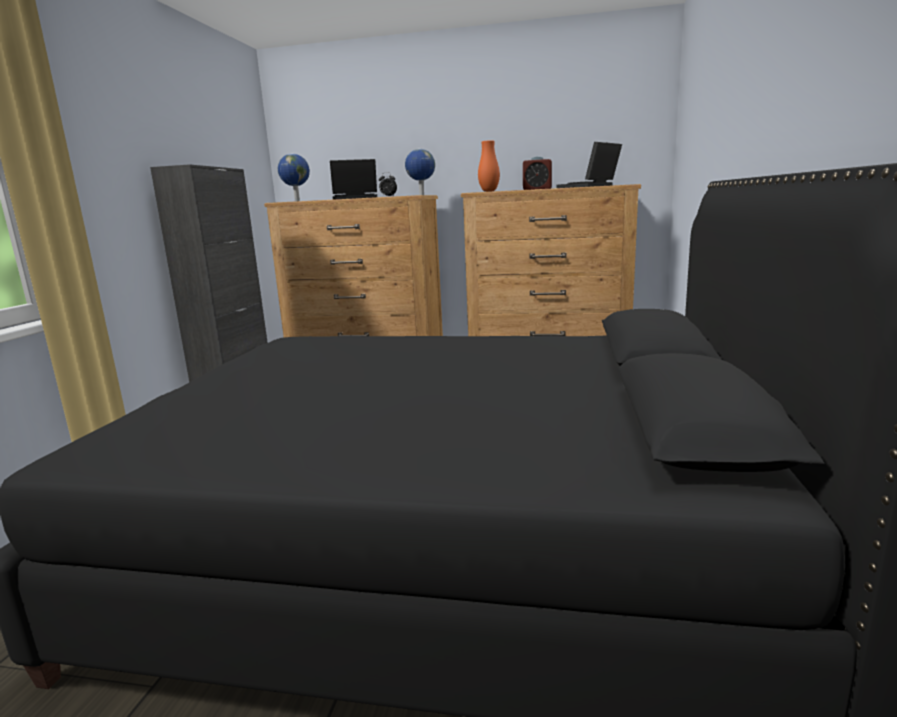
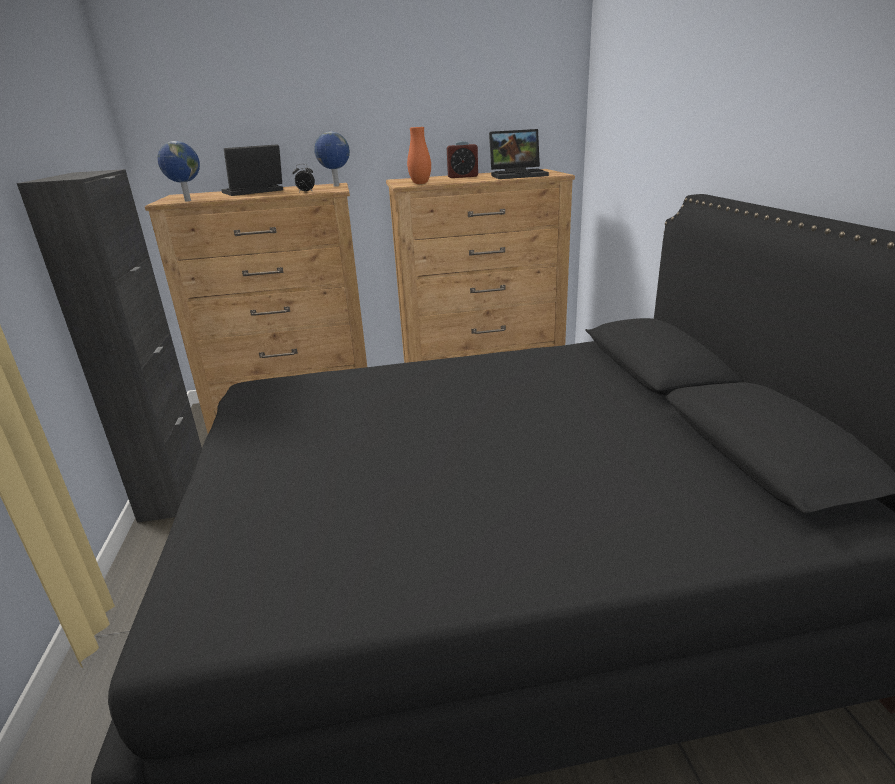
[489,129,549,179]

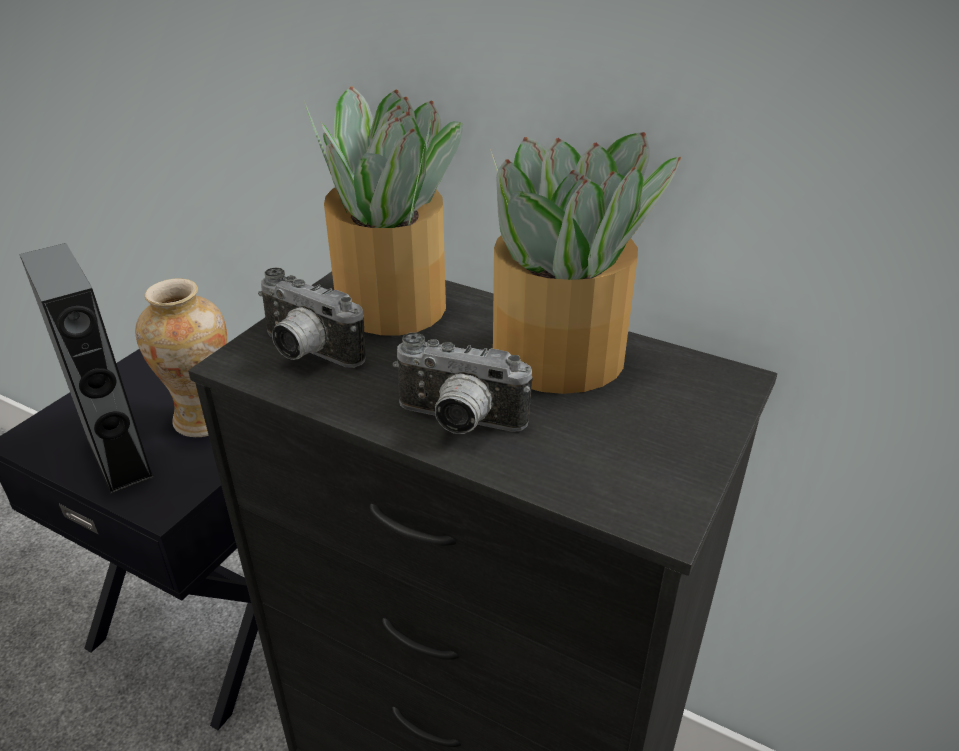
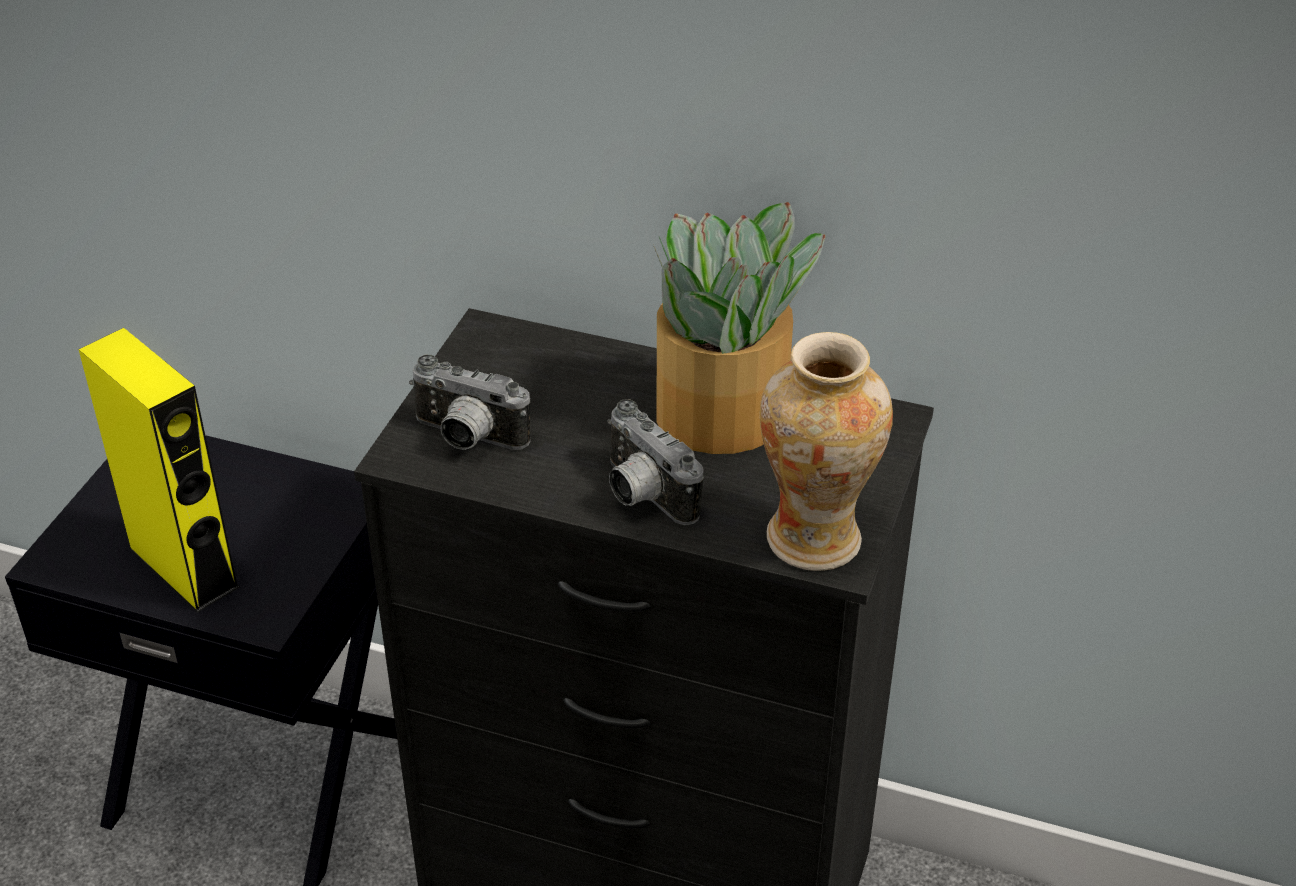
[79,328,240,613]
[760,332,893,571]
[304,86,463,335] (first image)
[607,399,704,525]

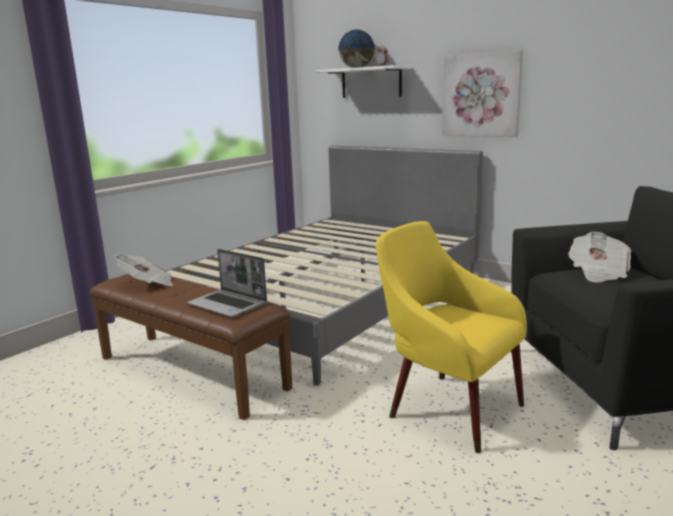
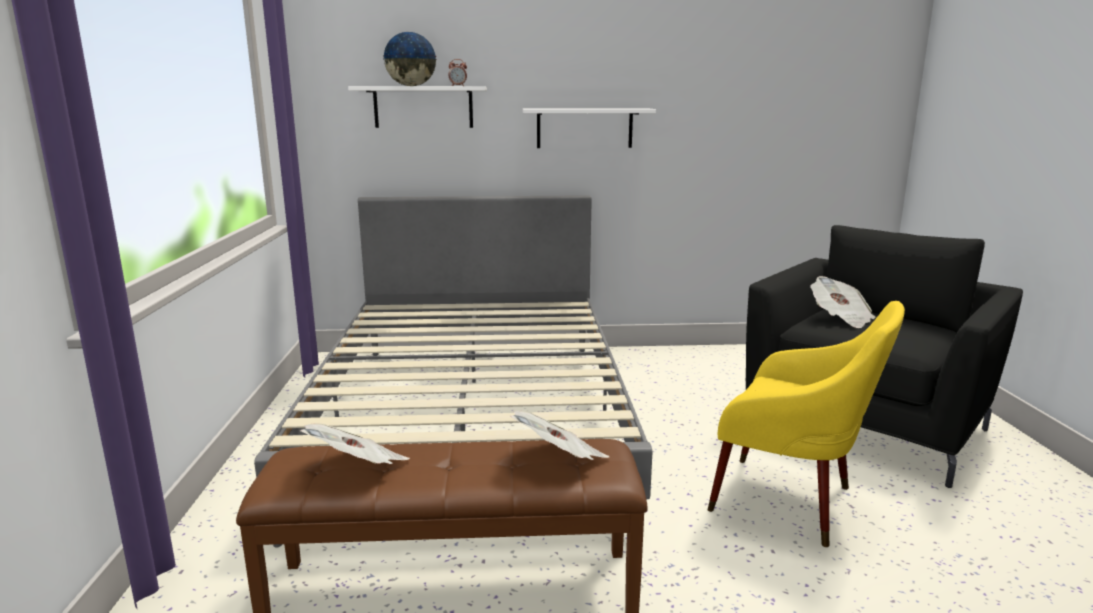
[510,411,609,460]
[708,301,905,547]
[522,108,656,148]

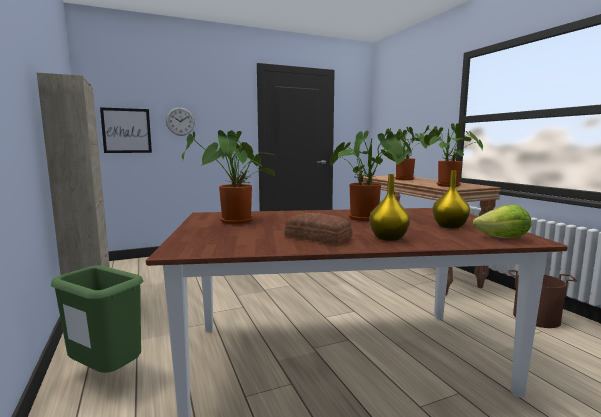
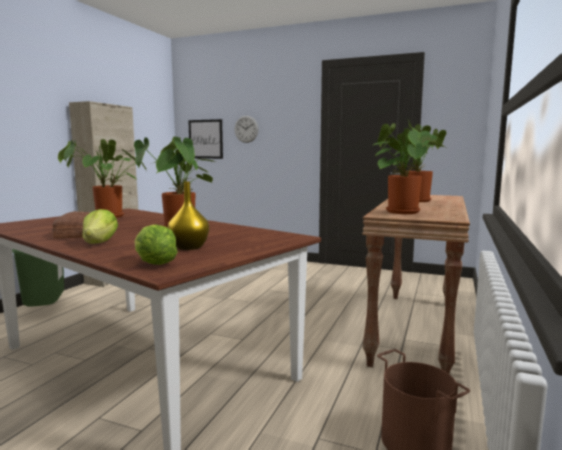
[83,209,118,244]

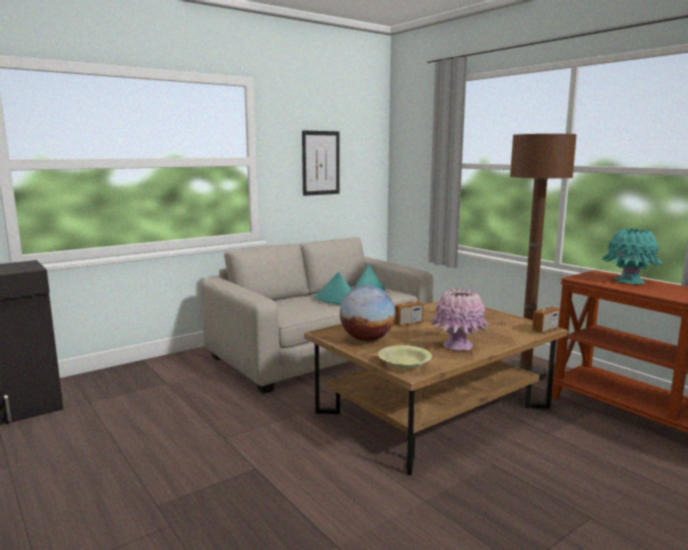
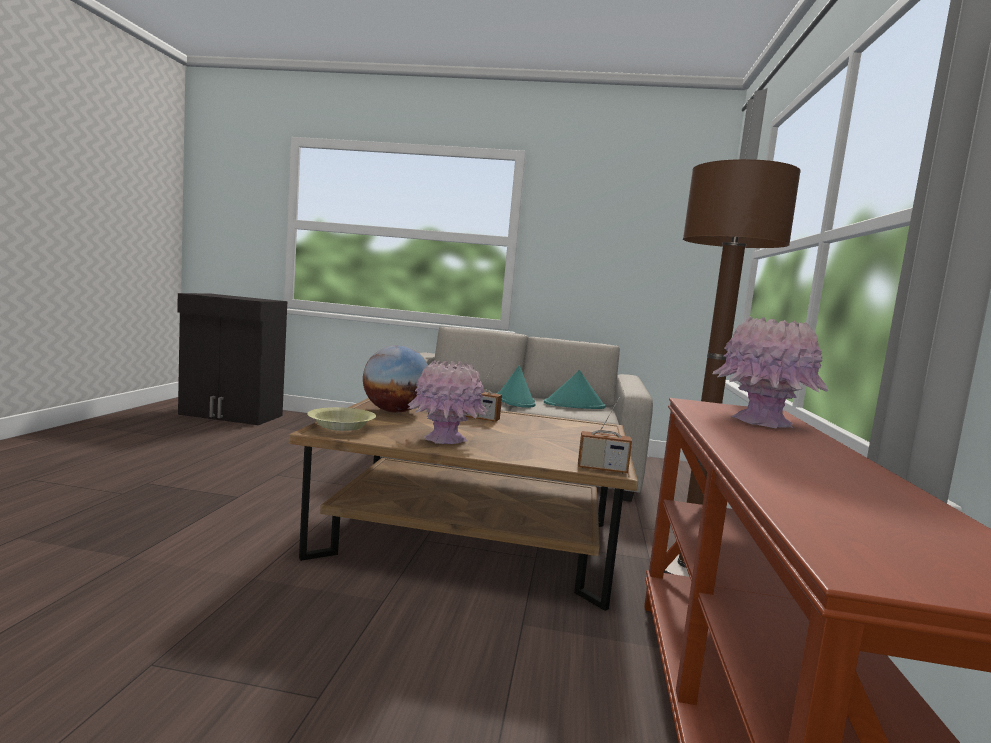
[302,130,340,196] (first image)
[713,317,828,428]

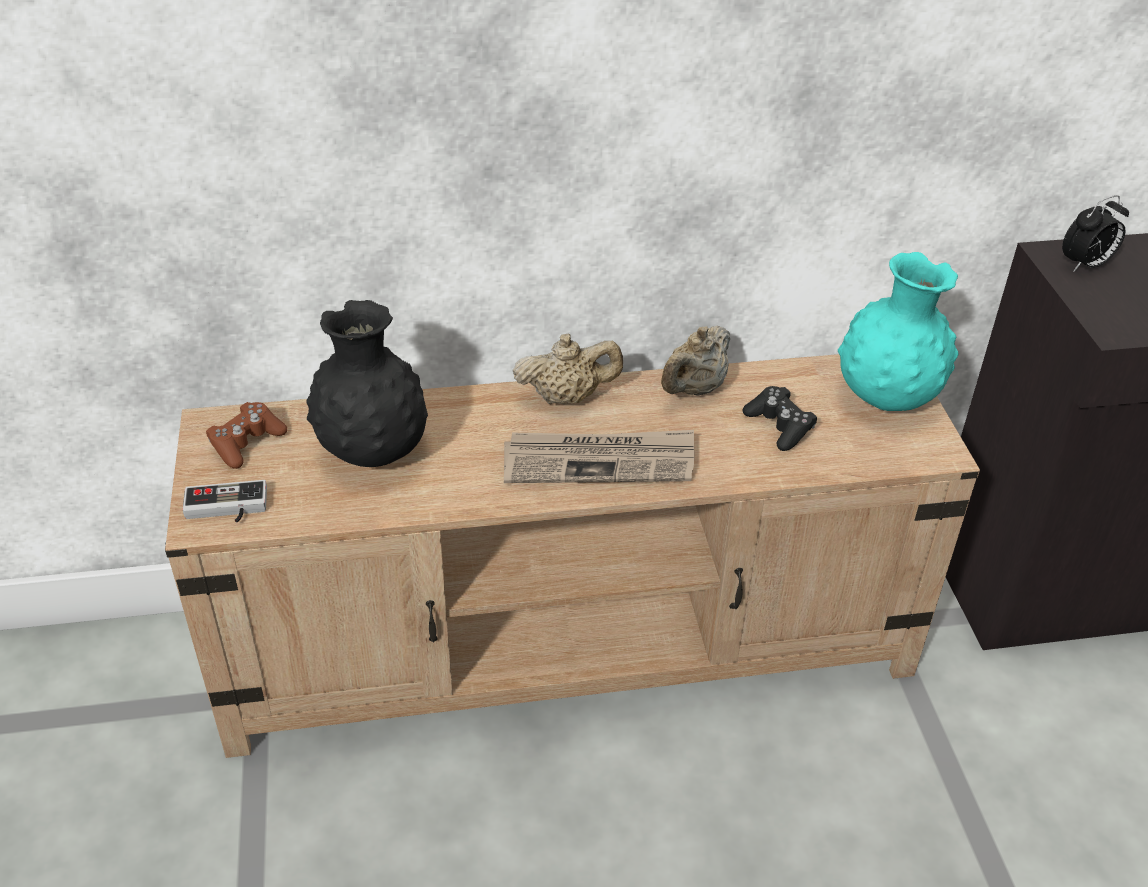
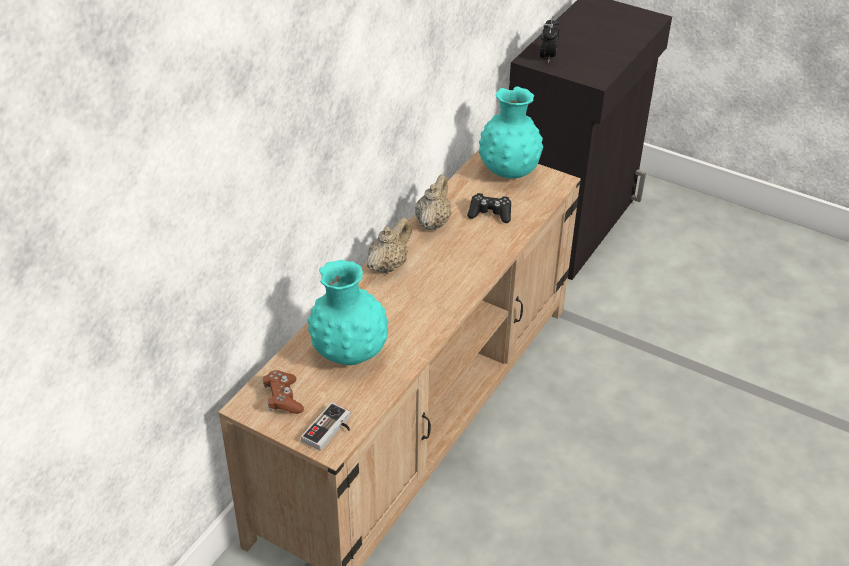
[307,260,389,365]
[504,430,695,483] (first image)
[415,175,452,230]

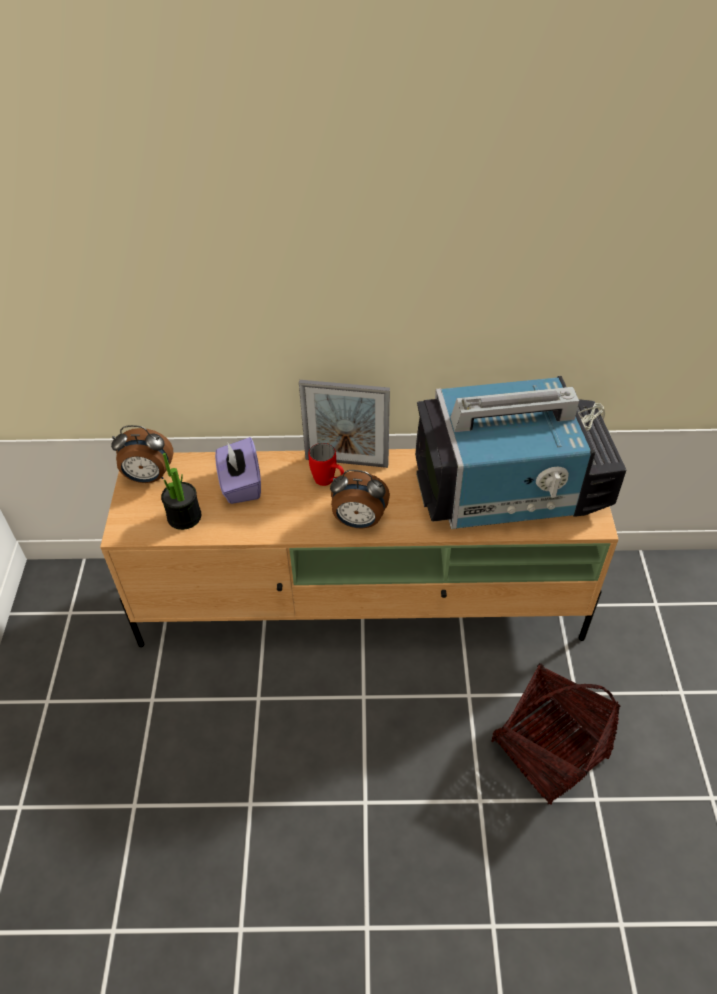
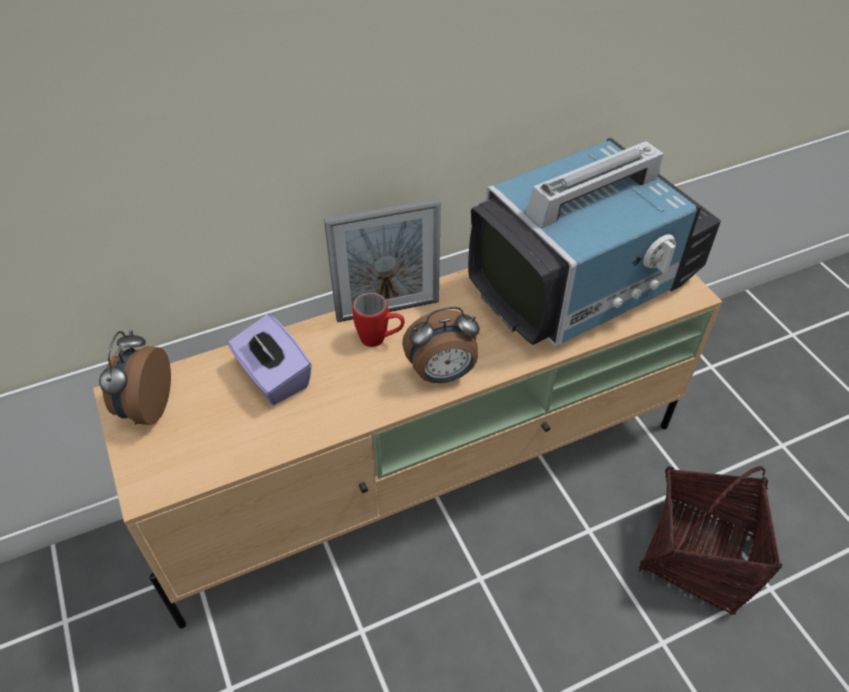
[99,330,171,425]
[161,453,201,530] (first image)

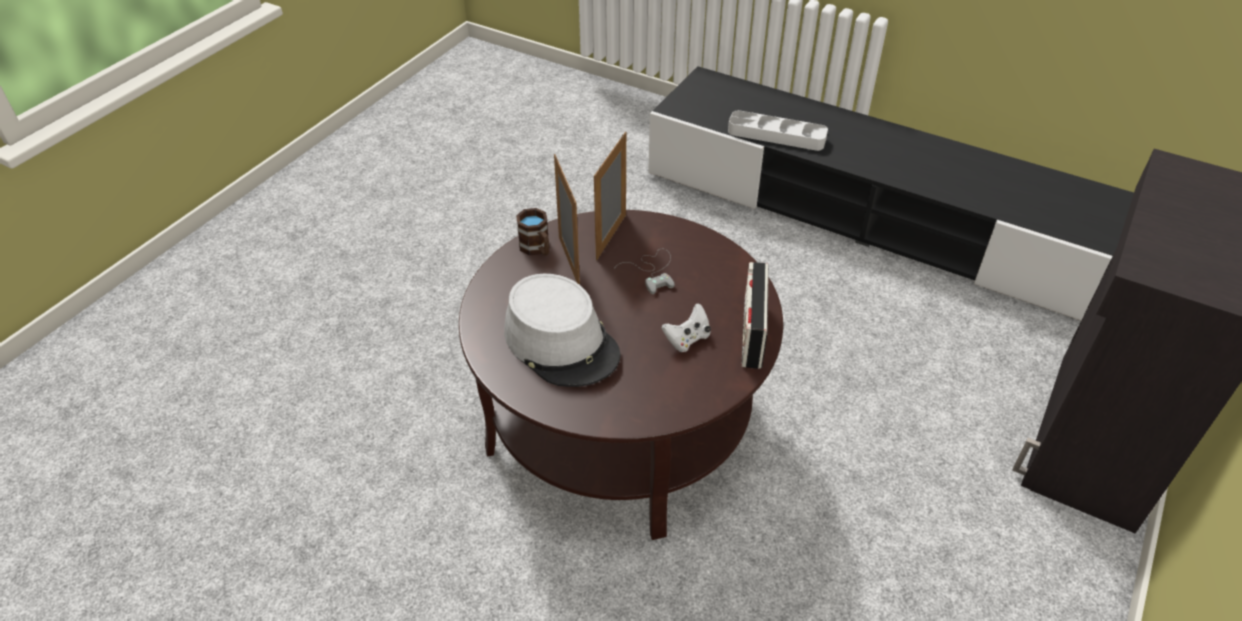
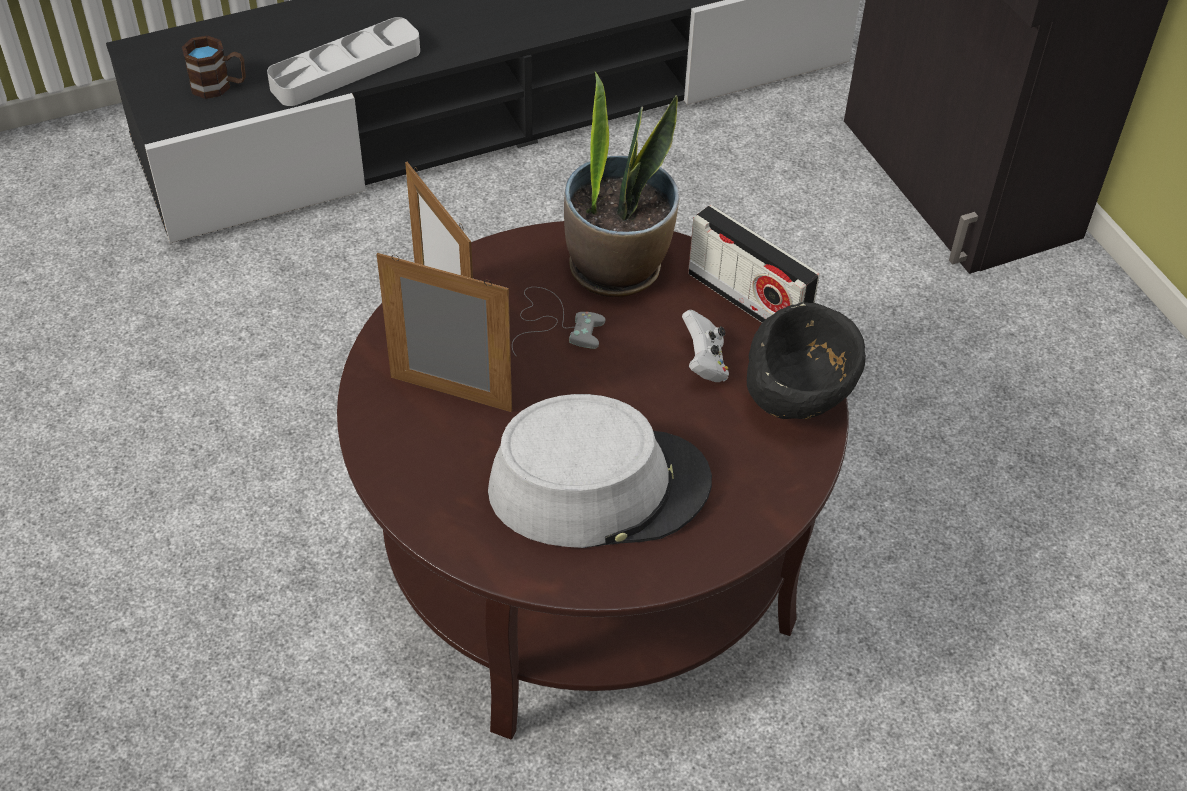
[182,35,246,99]
[564,72,679,297]
[747,302,866,419]

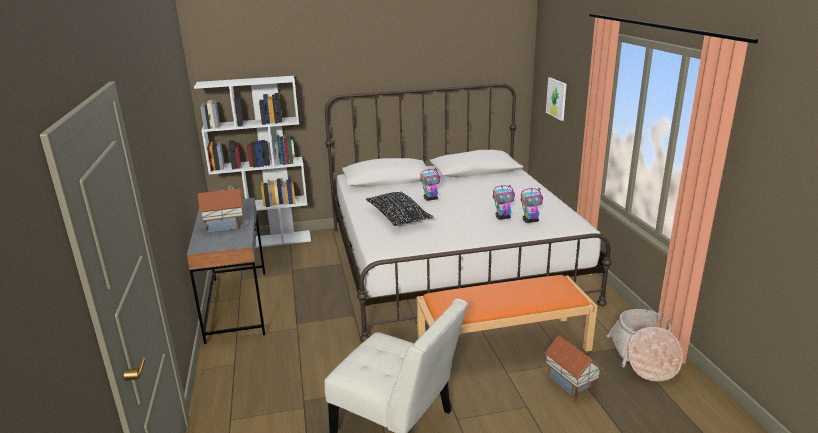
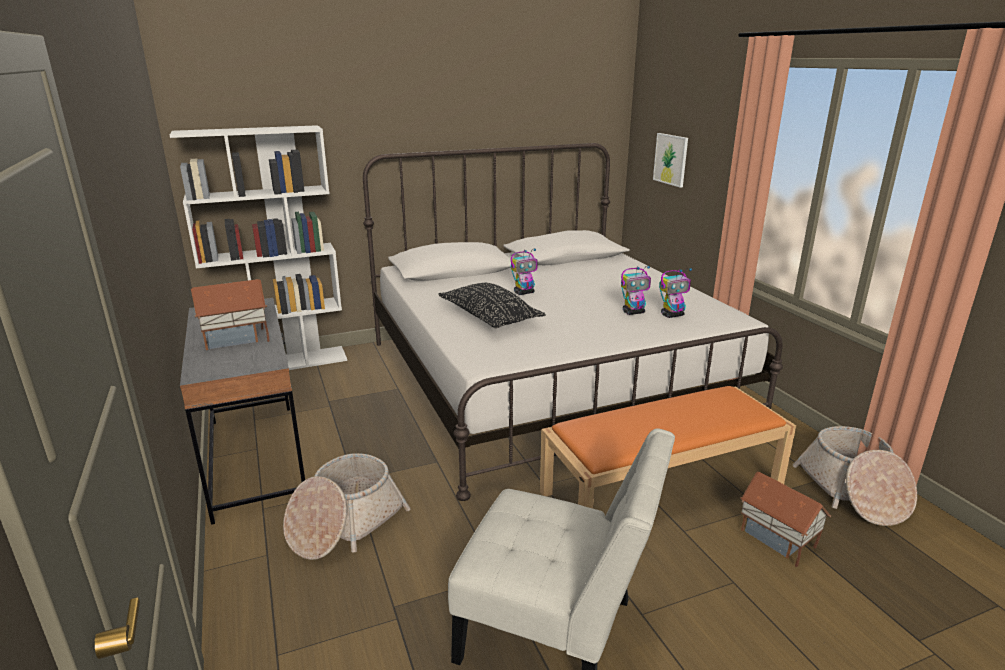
[283,453,410,560]

